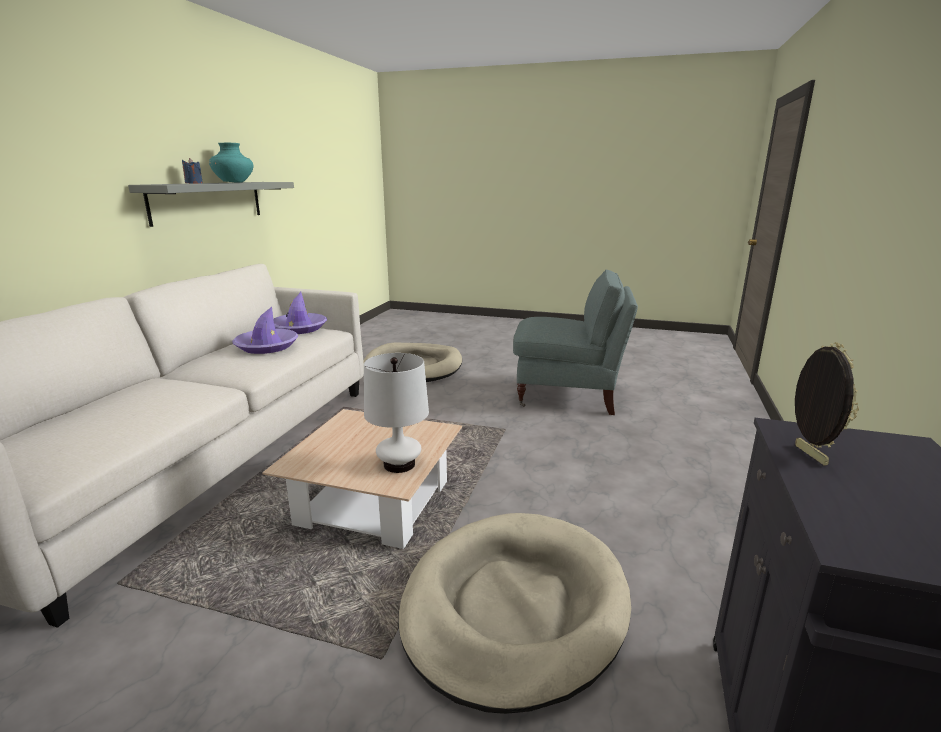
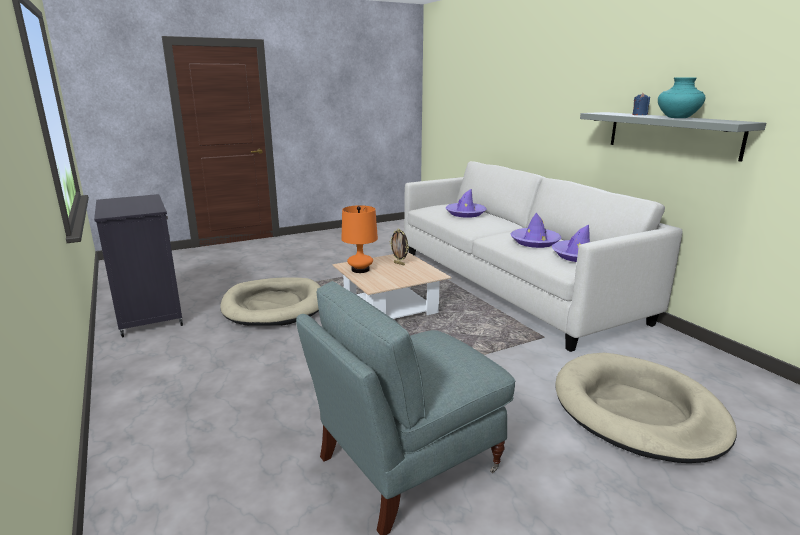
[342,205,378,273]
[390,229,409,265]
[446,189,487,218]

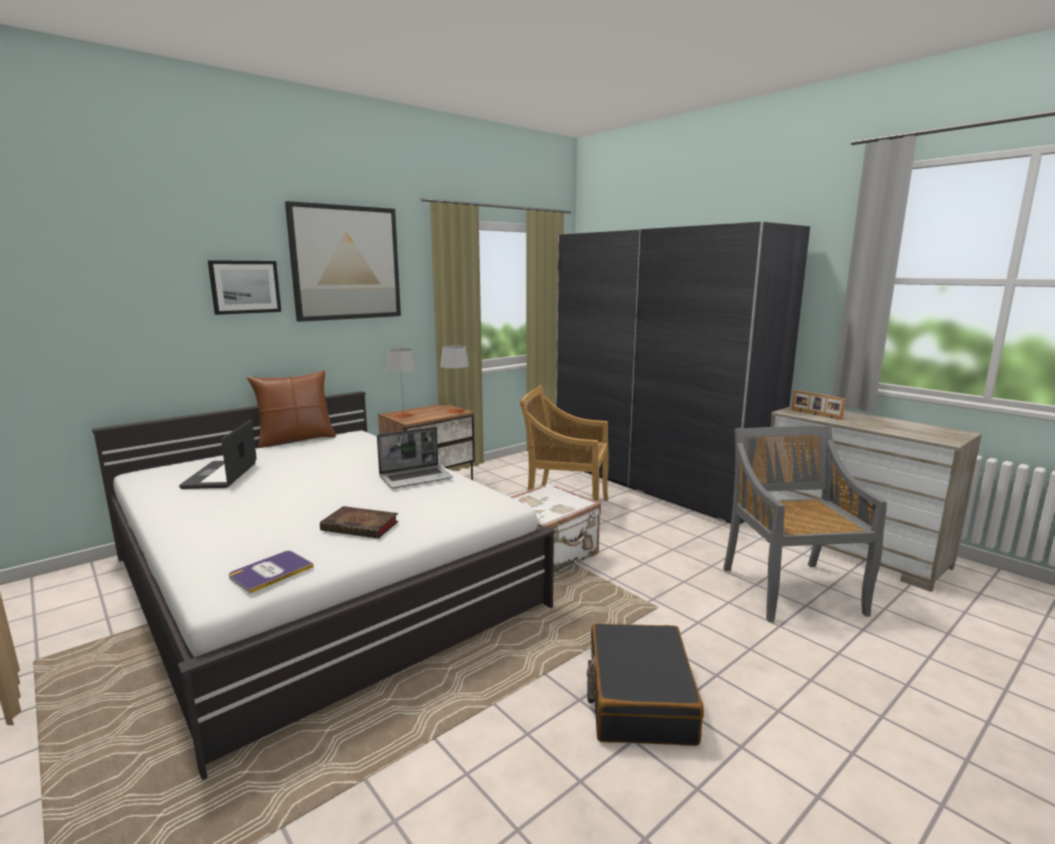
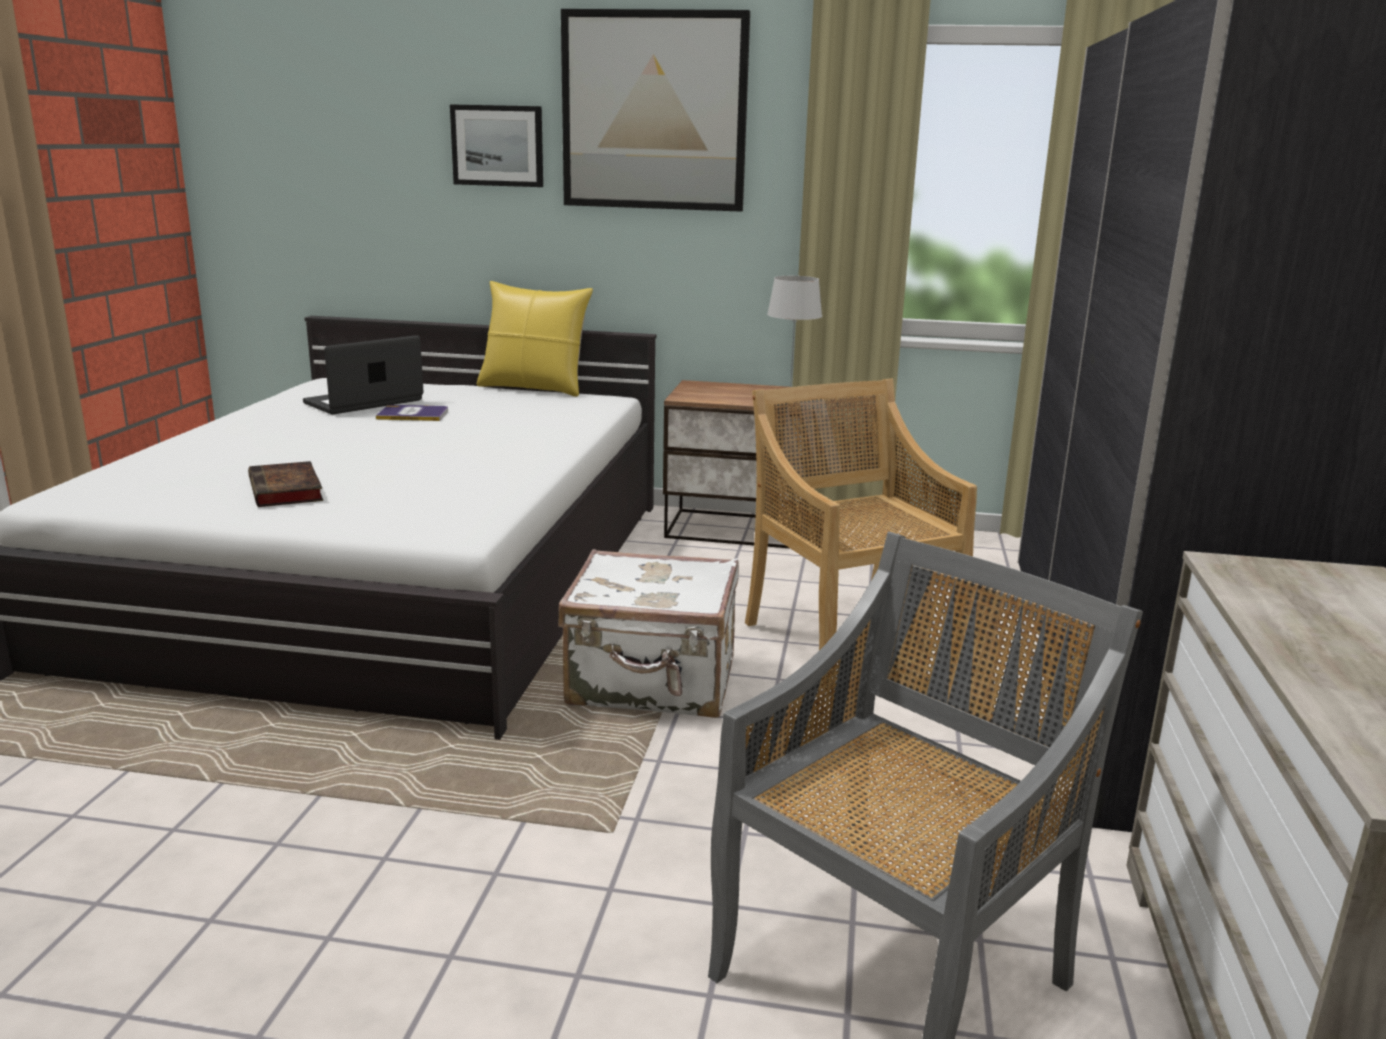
[376,405,448,421]
[477,281,593,397]
[377,427,453,489] (first image)
[386,348,416,418] (first image)
[587,623,704,746] (first image)
[791,390,846,420] (first image)

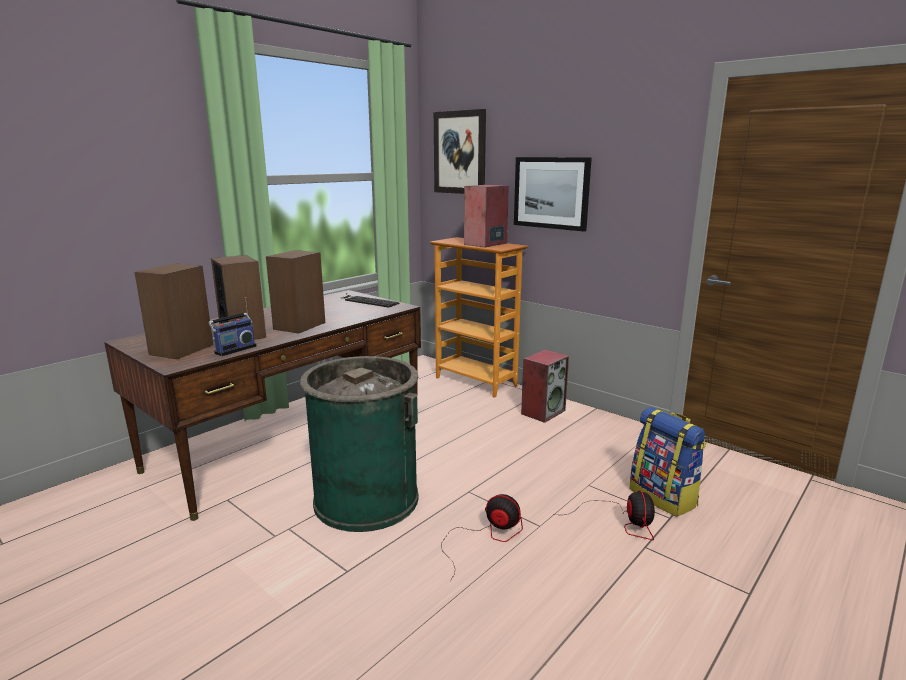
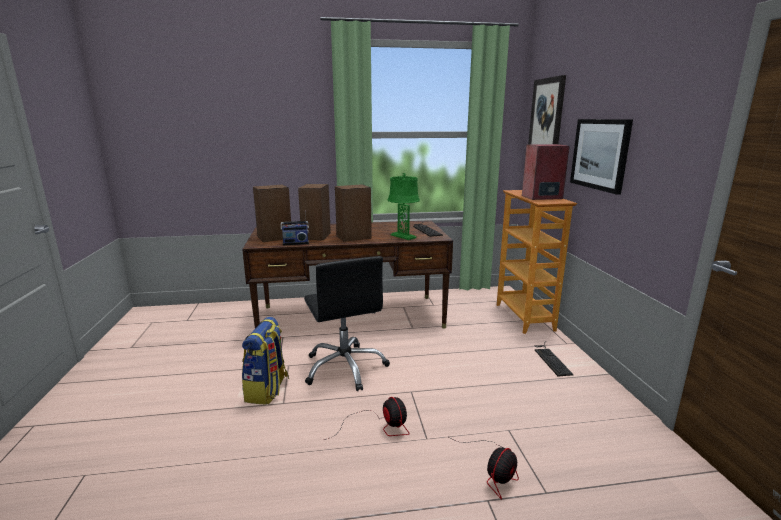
[304,256,390,391]
[534,341,574,377]
[242,317,289,405]
[388,173,420,240]

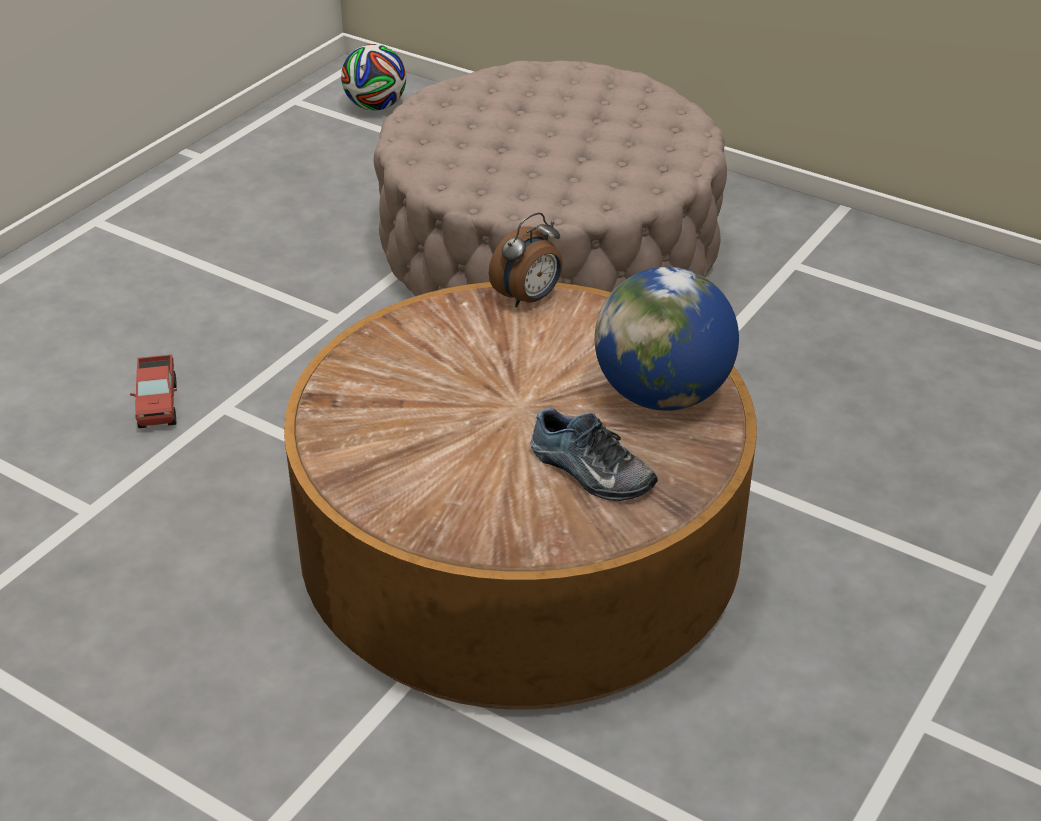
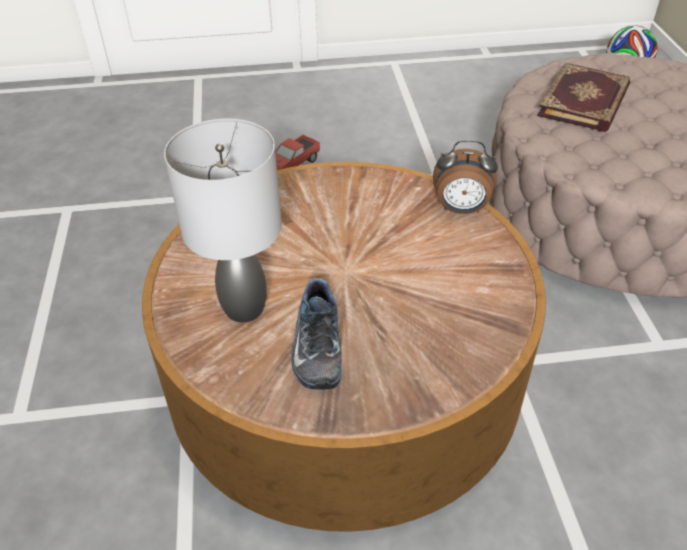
[595,267,739,411] (first image)
[164,119,282,323]
[537,62,630,132]

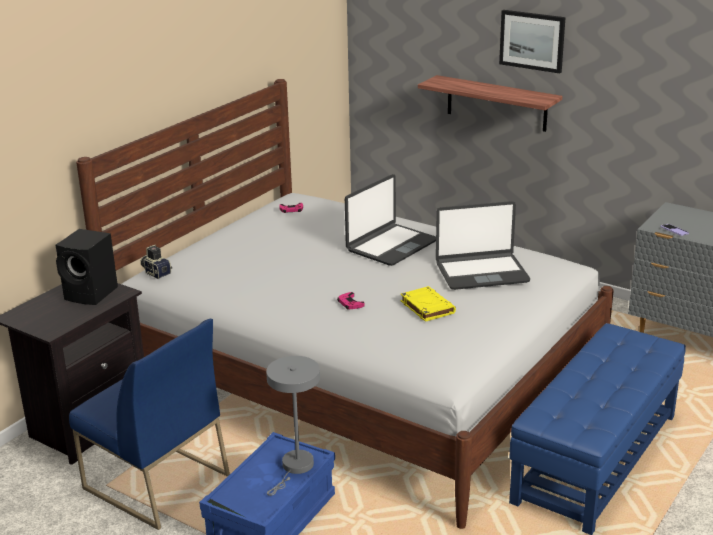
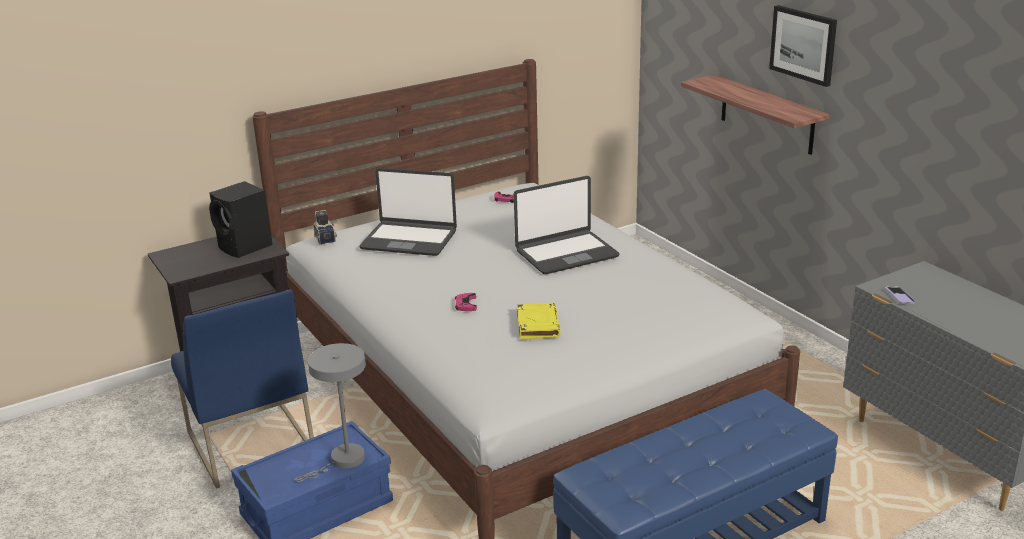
[360,168,457,256]

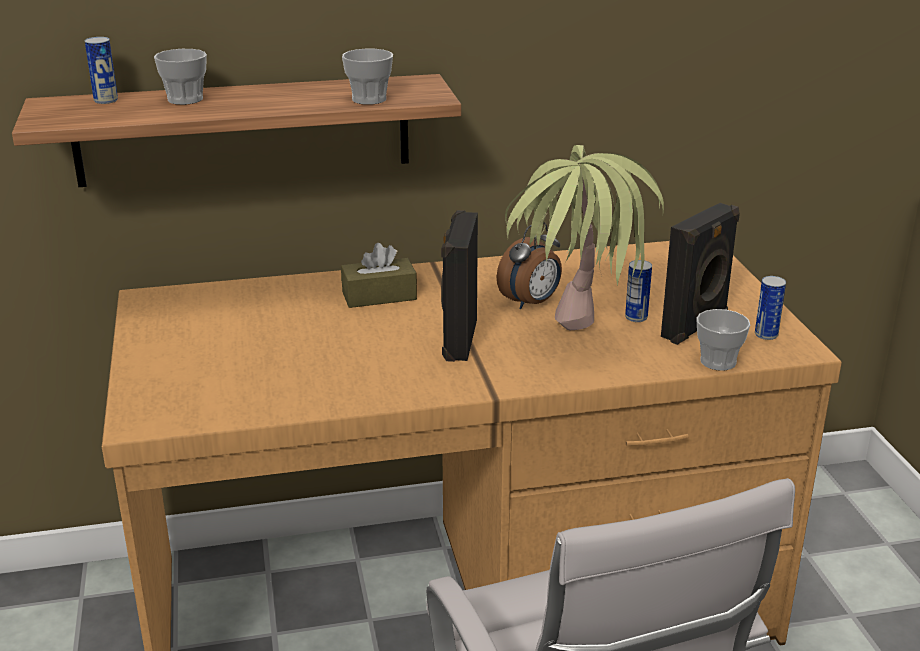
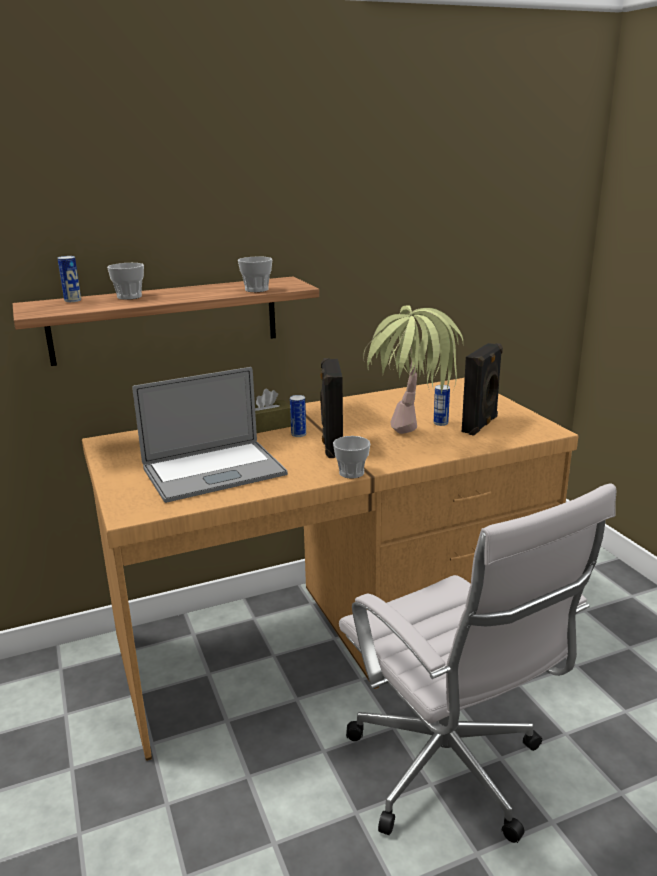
[497,222,562,309] (first image)
[333,436,370,478]
[290,395,306,437]
[133,367,288,503]

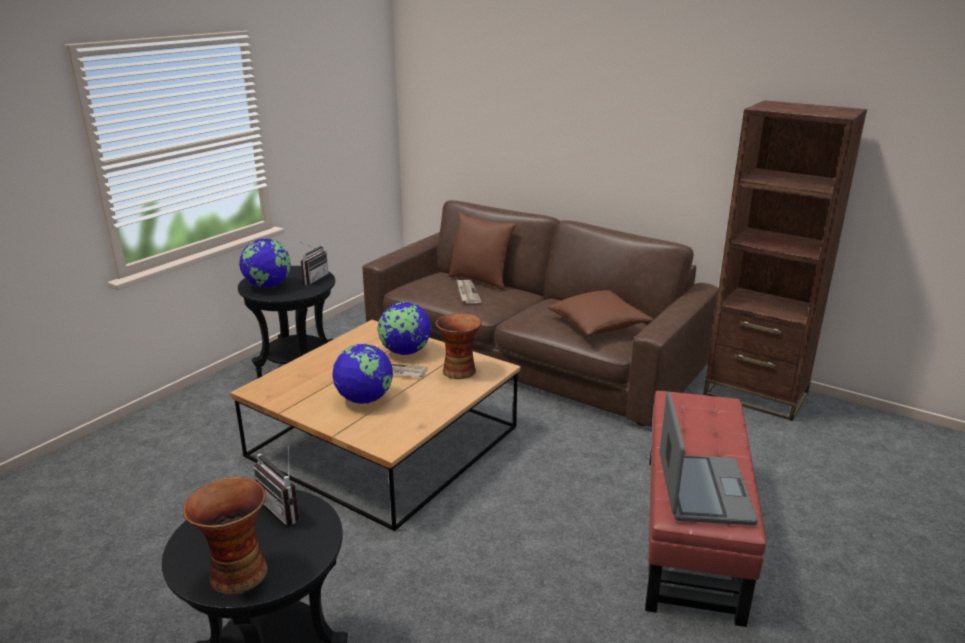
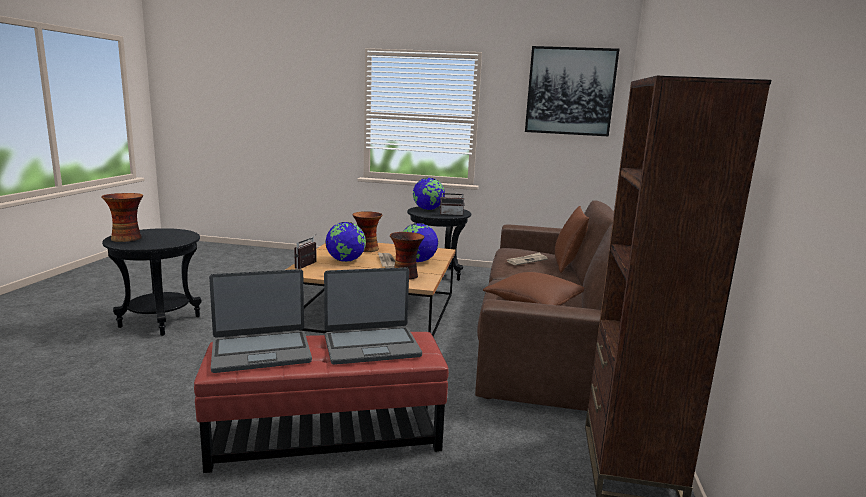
[294,235,316,269]
[324,267,422,365]
[352,211,383,252]
[525,46,619,136]

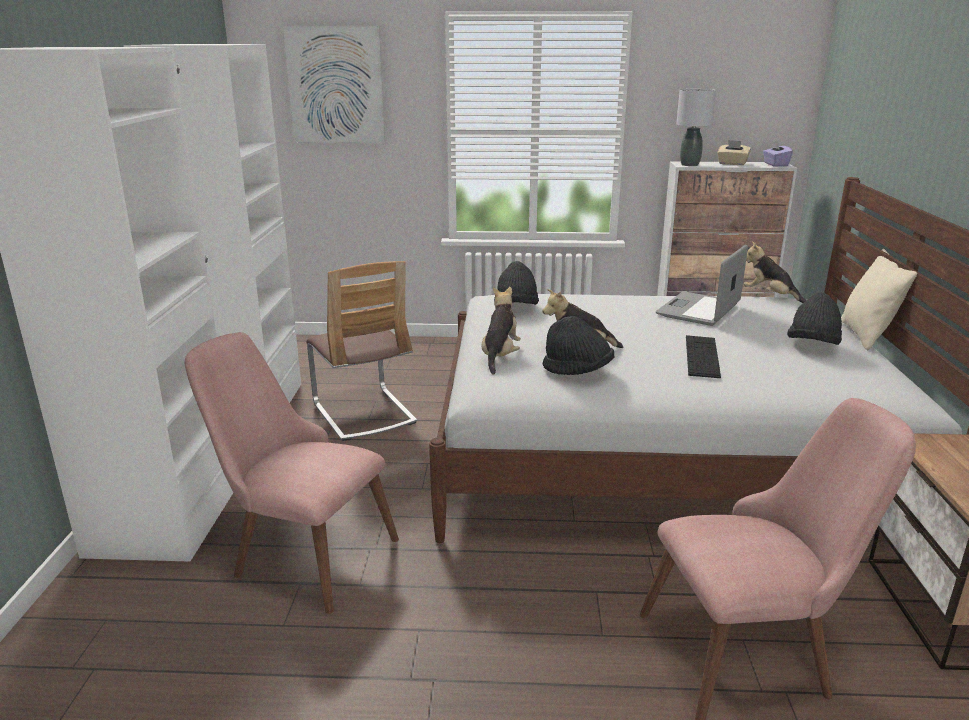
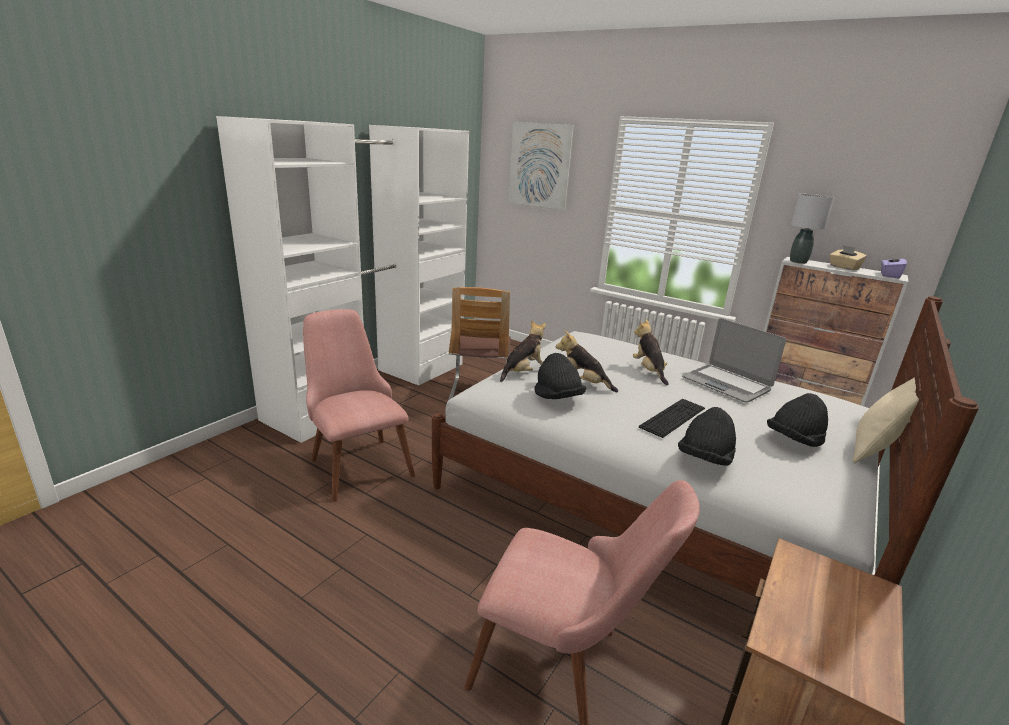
[678,407,736,466]
[682,318,786,403]
[633,319,669,385]

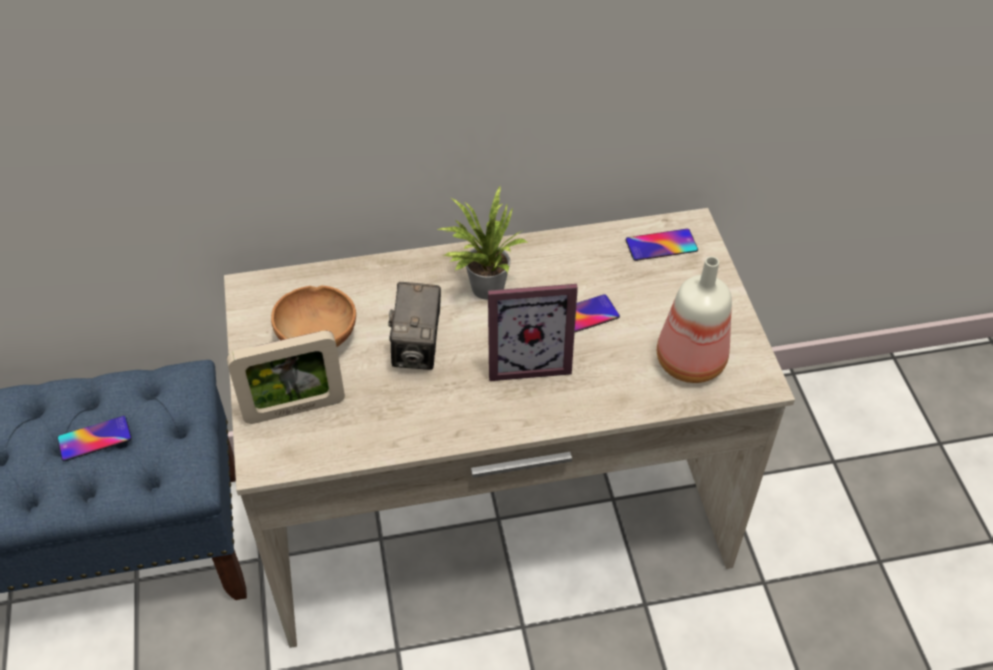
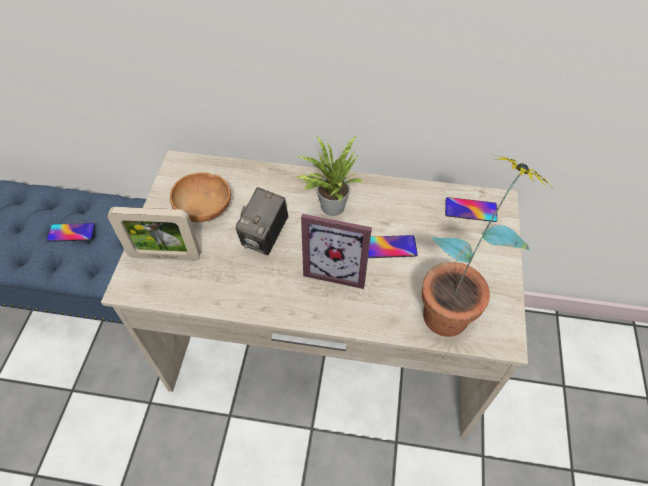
[422,152,550,337]

